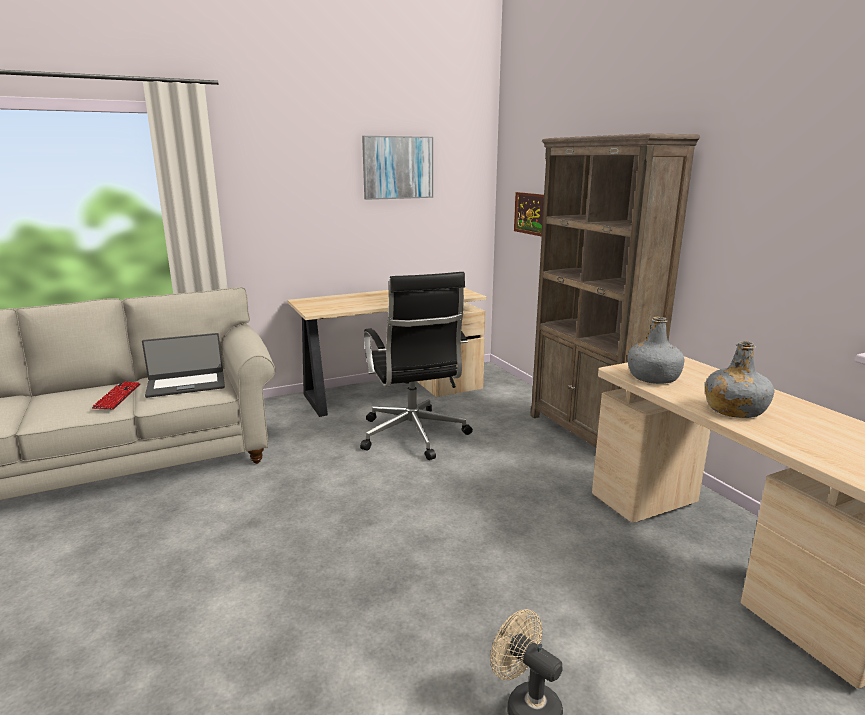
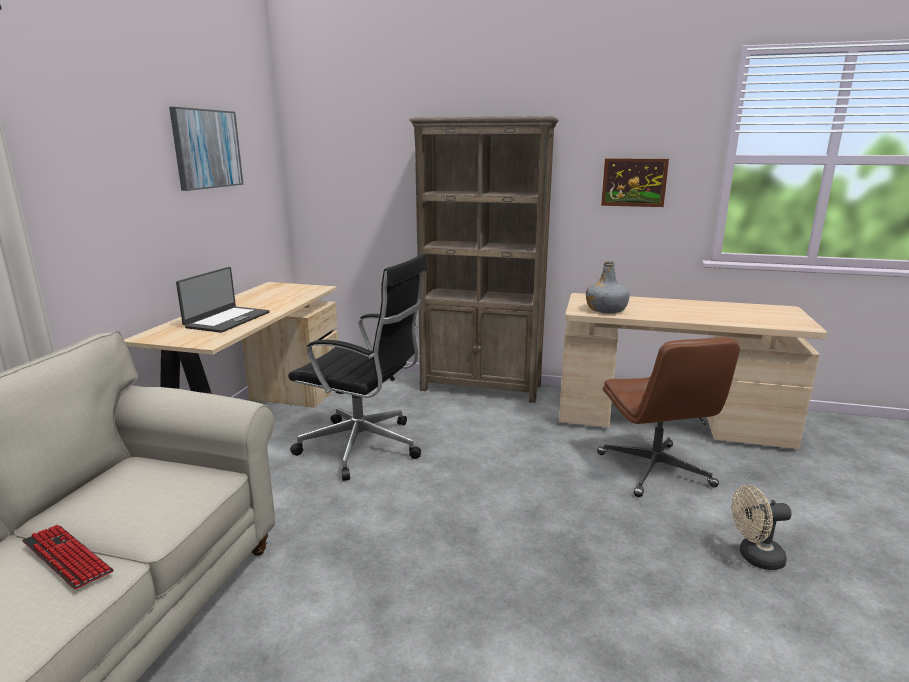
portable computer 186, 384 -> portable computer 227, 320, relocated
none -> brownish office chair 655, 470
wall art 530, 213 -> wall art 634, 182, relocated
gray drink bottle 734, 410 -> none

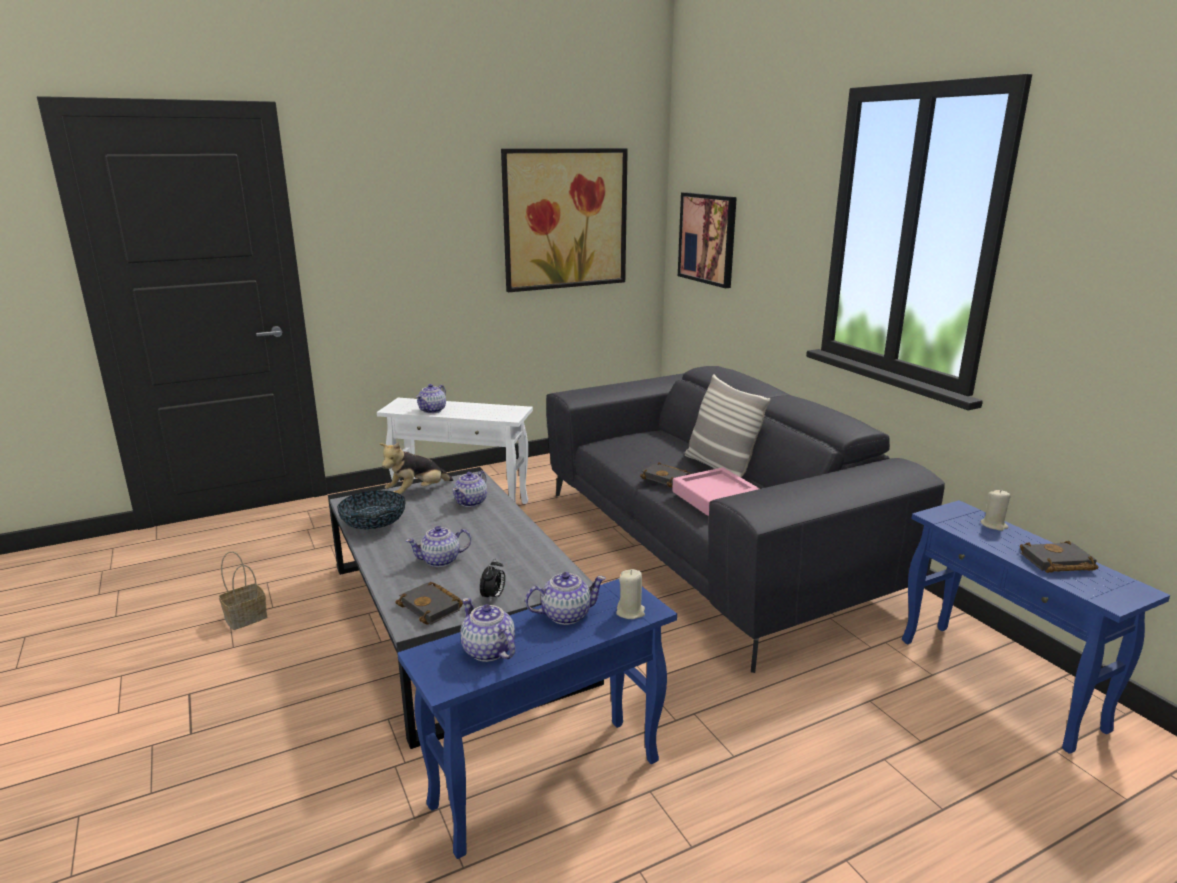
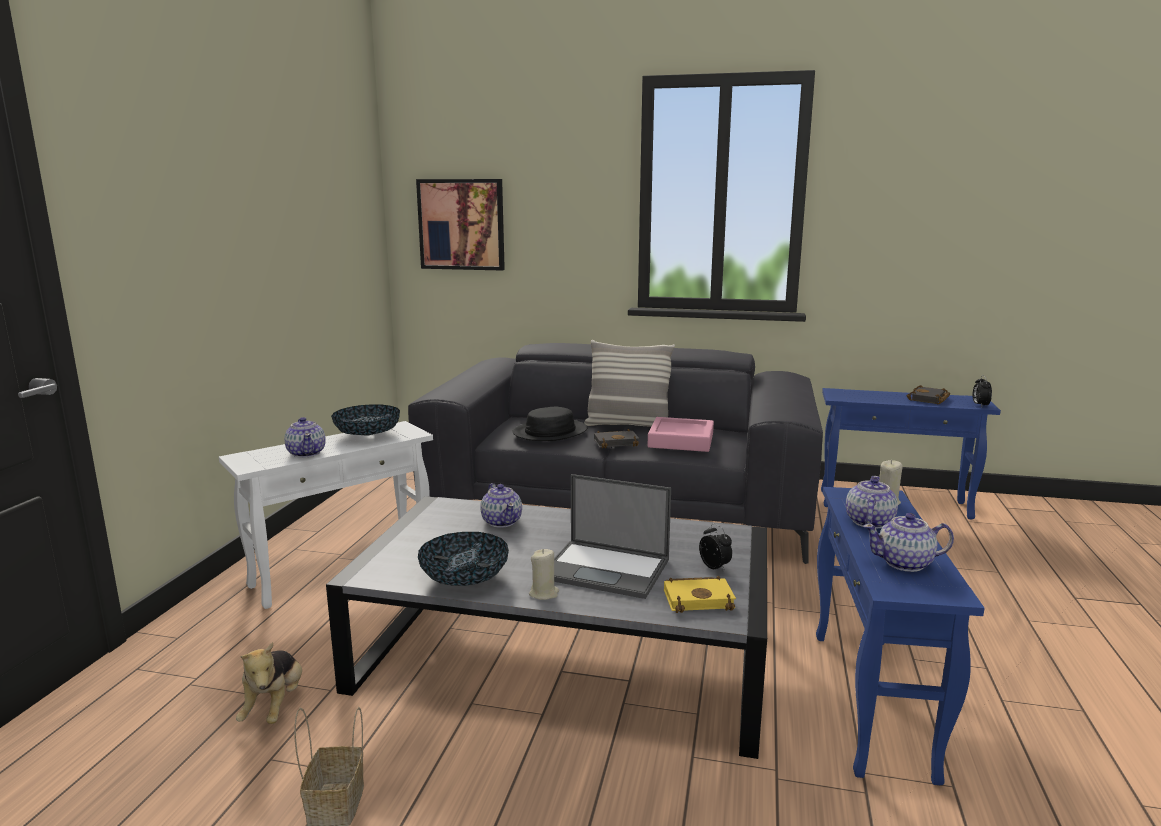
soft toy 417, 493 -> soft toy 275, 706, relocated
none -> deep dish 367, 435
none -> black hat 550, 432
beige candle 994, 525 -> beige candle 544, 593, relocated
tea pot 441, 560 -> portable computer 608, 569
black bound book 433, 607 -> yellow bound book 699, 598
none -> alarm clock 980, 405
wall art 565, 219 -> none

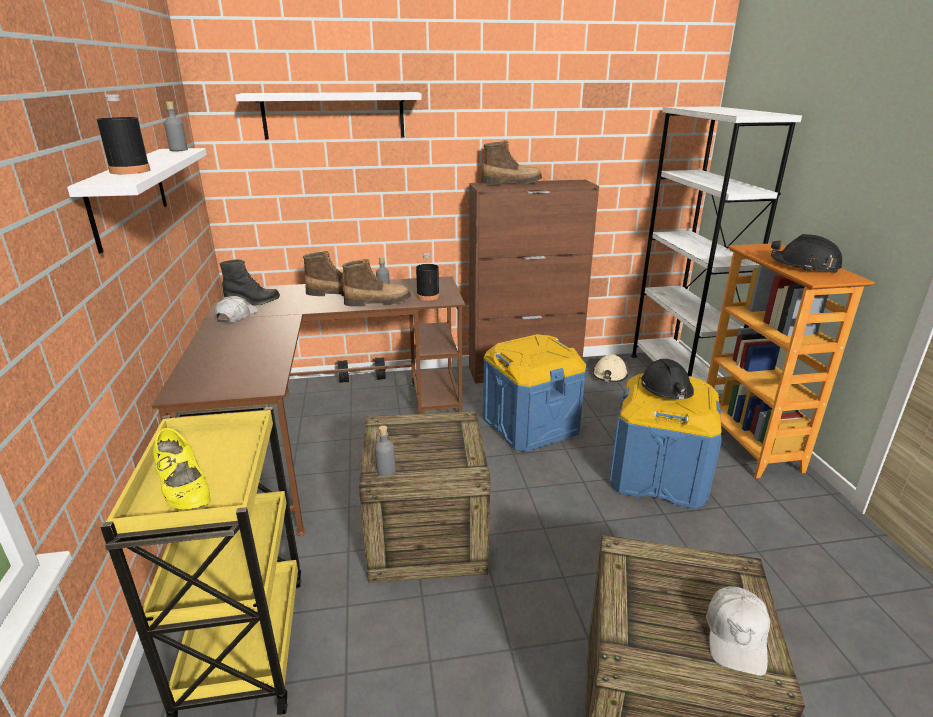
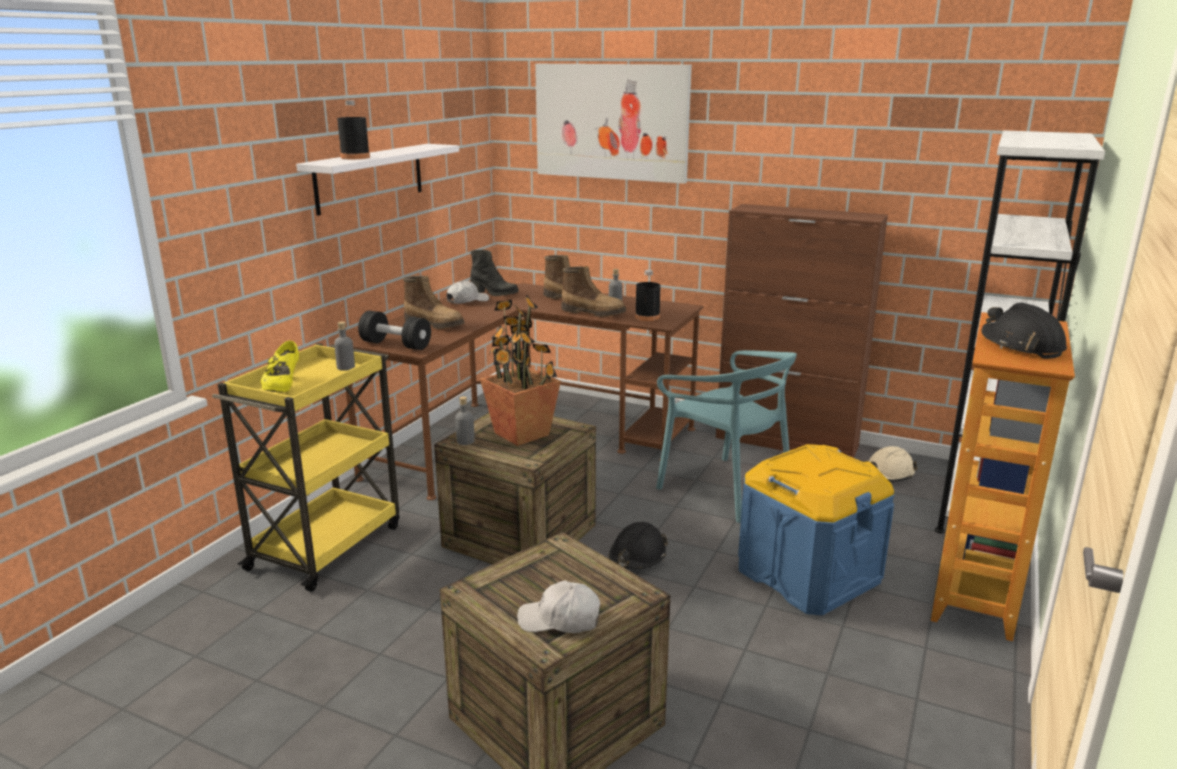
gray drink bottle 178, 150 -> gray drink bottle 346, 367, relocated
black free weight 362, 379 -> black free weight 396, 345, relocated
high-top boot 511, 183 -> high-top boot 435, 324, relocated
none -> houseplant 521, 434
white peaked cap 736, 637 -> white peaked cap 560, 620, 45 degrees clockwise
white shelf 333, 115 -> wall art 611, 122
black safety helmet 666, 389 -> black safety helmet 637, 557, relocated
bluish storage bin 530, 425 -> turquoise-coloured chair 725, 489

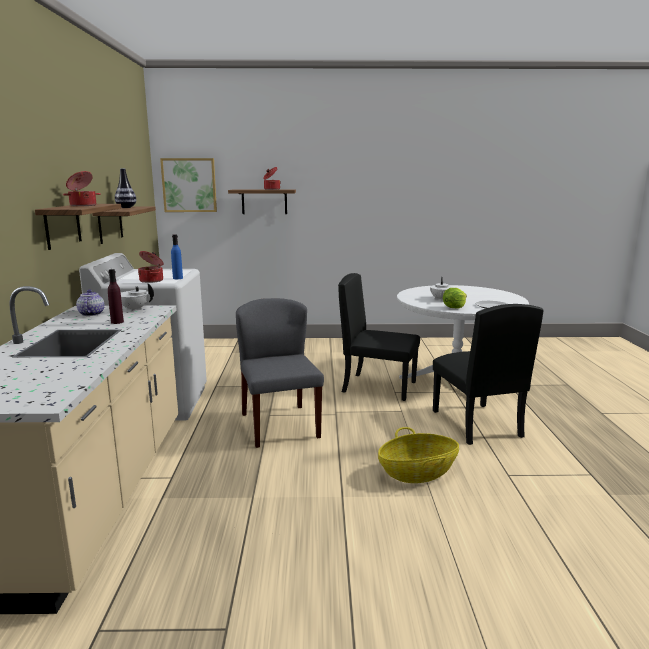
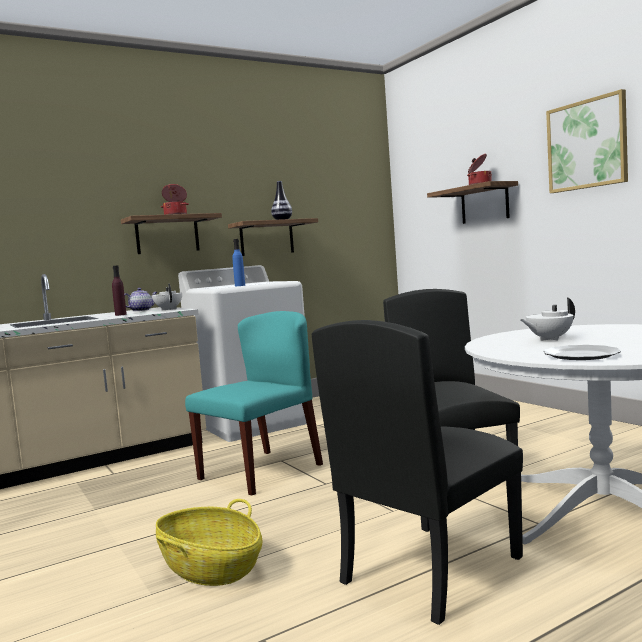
gray chair 279, 425 -> turquoise-coloured chair 261, 471
wall art 189, 185 -> wall art 587, 144, relocated
saucepot 152, 280 -> none
head of lettuce 454, 307 -> none

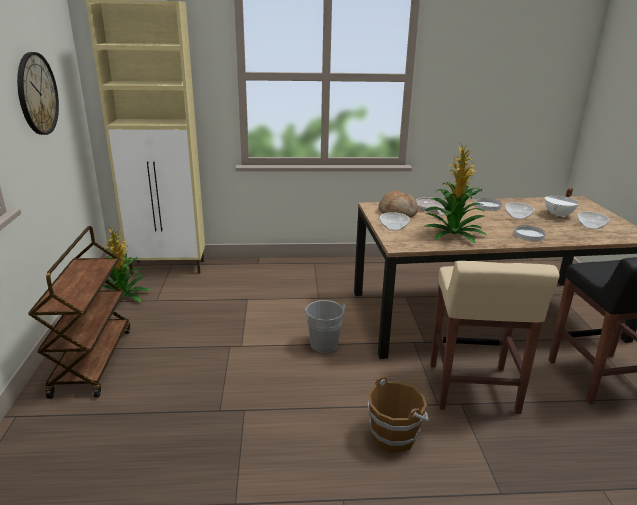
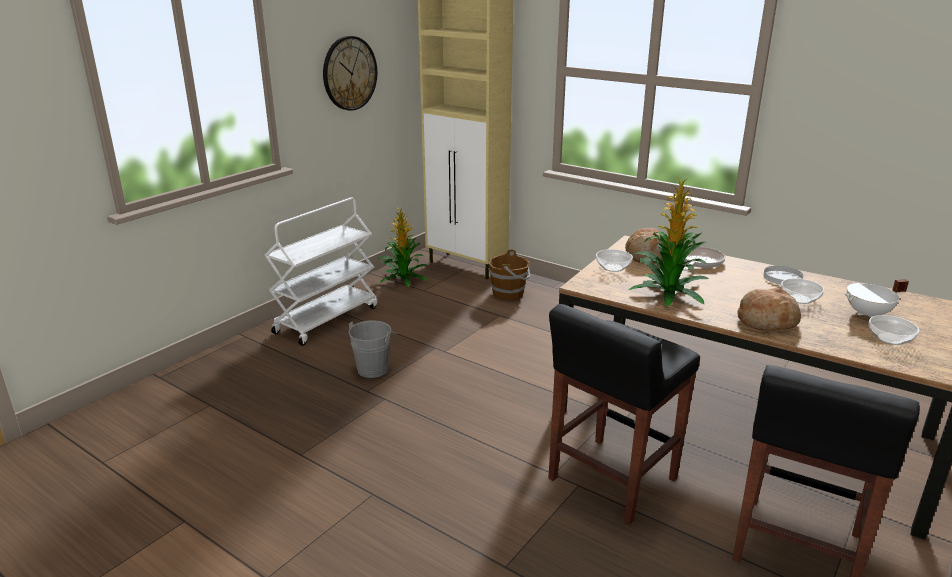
brownish cart 92, 361 -> white cart 326, 319
gray water bucket 323, 342 -> gray water bucket 374, 368, relocated
brownish water bucket 394, 436 -> brownish water bucket 509, 293, relocated
beige stool seat 472, 389 -> black stool seat 611, 480
white dinner plate 529, 235 -> baked bread 767, 320

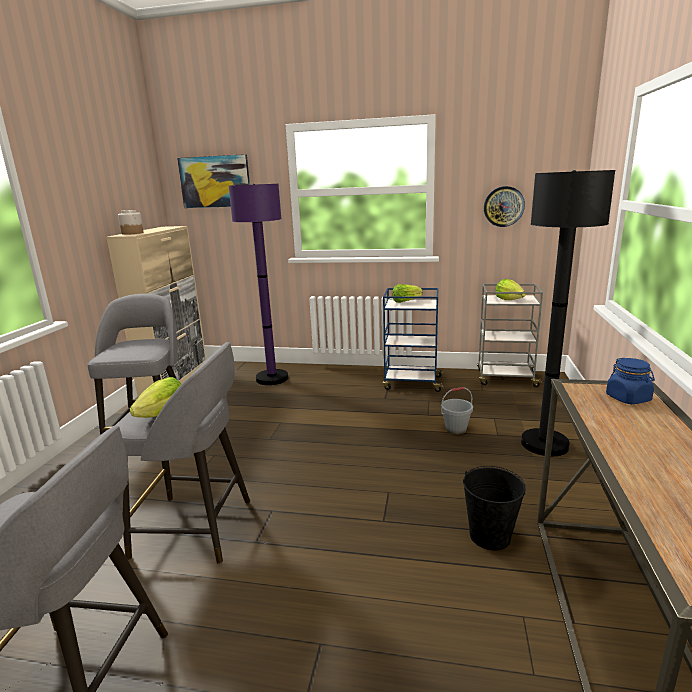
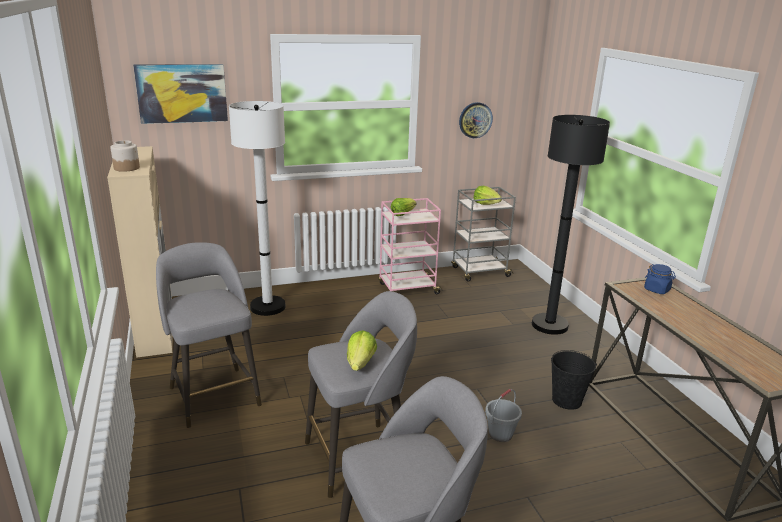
purplish floor lamp 272, 378 -> white floor lamp 267, 307
bluish cart 411, 383 -> pink cart 407, 289
gray water bucket 455, 429 -> gray water bucket 500, 434, relocated

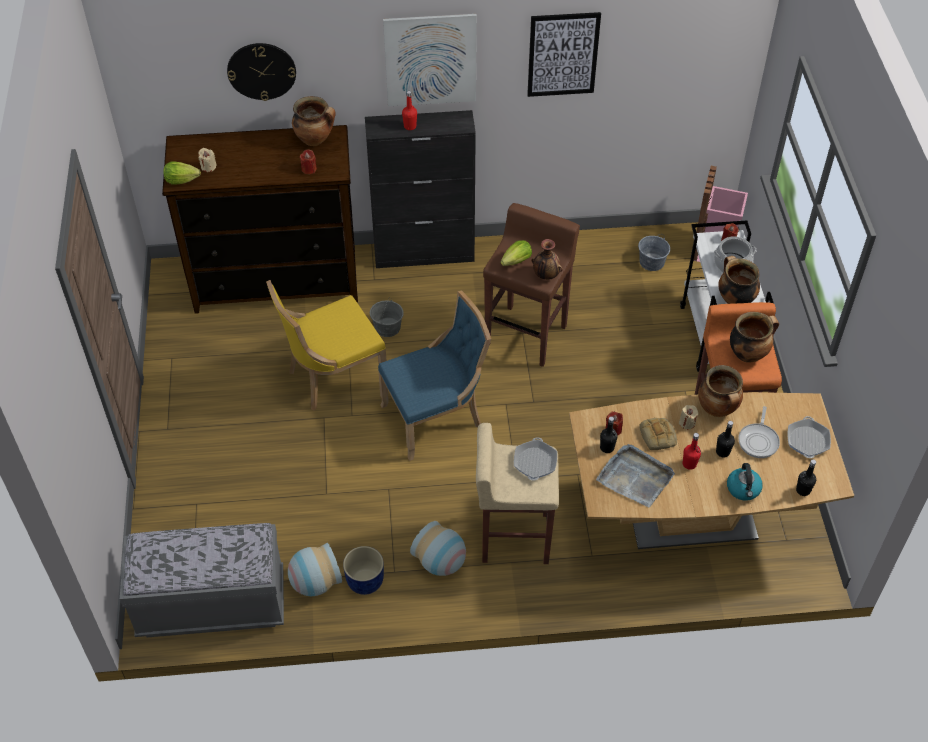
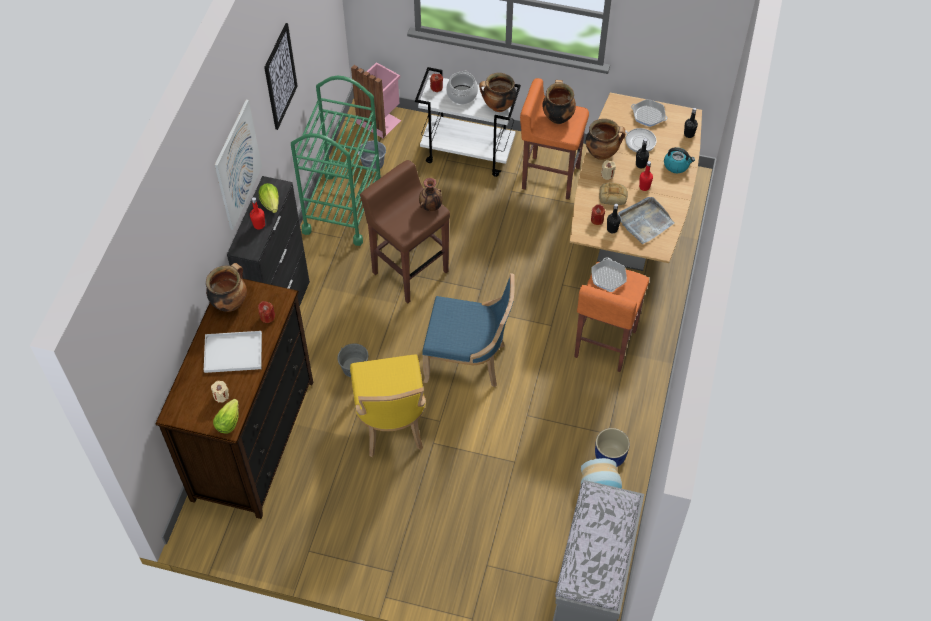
none -> white serving tray 234, 352
head of lettuce 516, 261 -> head of lettuce 271, 203, relocated
none -> green cart 343, 208
bluish chair 436, 417 -> bluish chair 468, 361, 105 degrees clockwise
beige stool seat 514, 537 -> orange stool seat 604, 344
frying pan 535, 462 -> frying pan 608, 277, 120 degrees counterclockwise
wall clock 261, 71 -> none
vase 441, 563 -> none

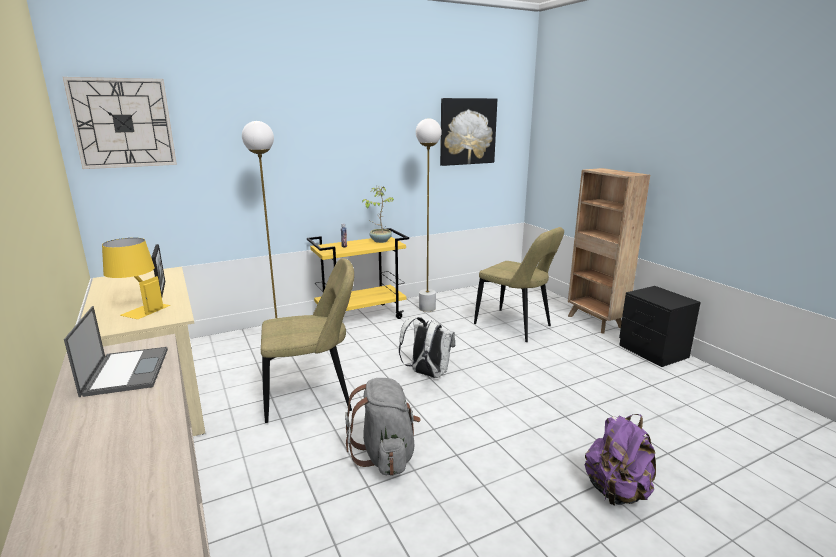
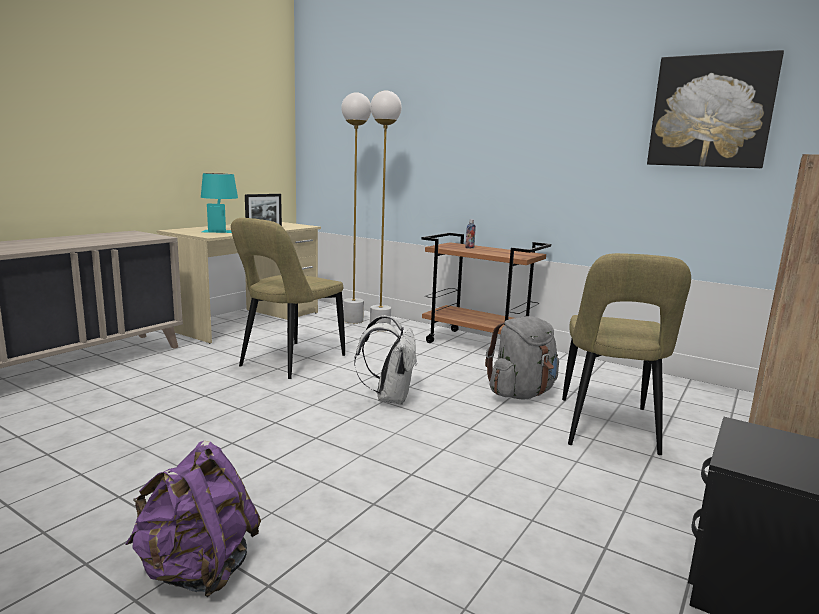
yellow tabletop lamp 139, 309 -> turquoise-coloured tabletop lamp 220, 230
beige chair 312, 398 -> beige chair 289, 362, 75 degrees clockwise
white floor lamp 427, 308 -> white floor lamp 353, 321, relocated
yellow cart 361, 317 -> brownish cart 479, 344
gray rucksack 386, 455 -> gray rucksack 521, 393, relocated
wall clock 123, 123 -> none
portable computer 126, 371 -> none
houseplant 380, 241 -> none

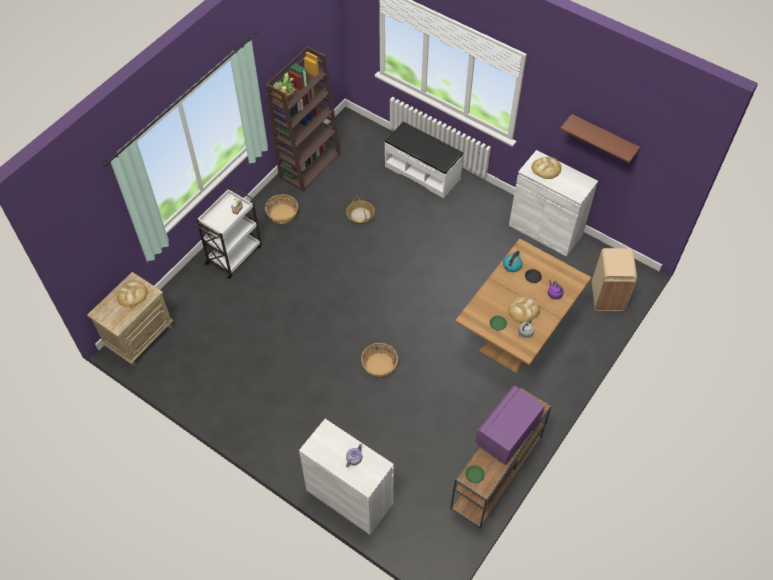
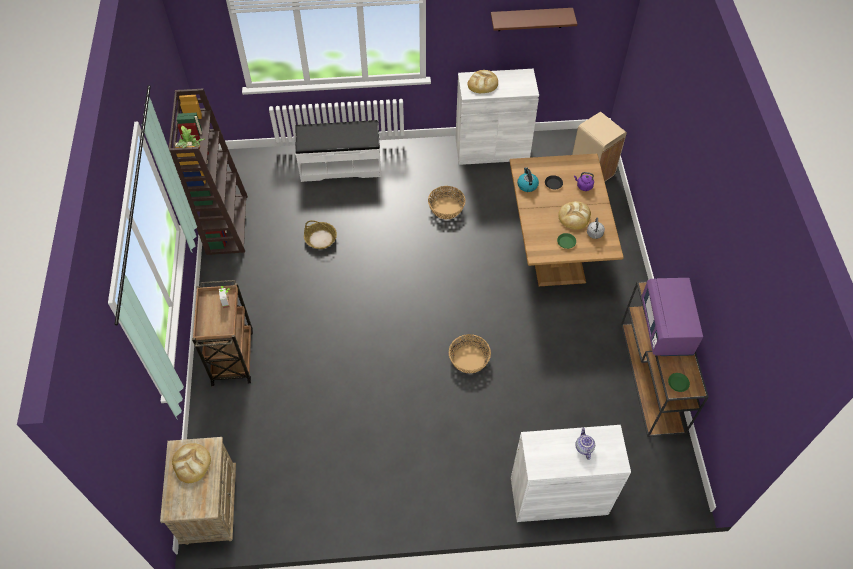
white cart 235, 254 -> brownish cart 232, 356
storage basket 283, 214 -> storage basket 446, 208, relocated

